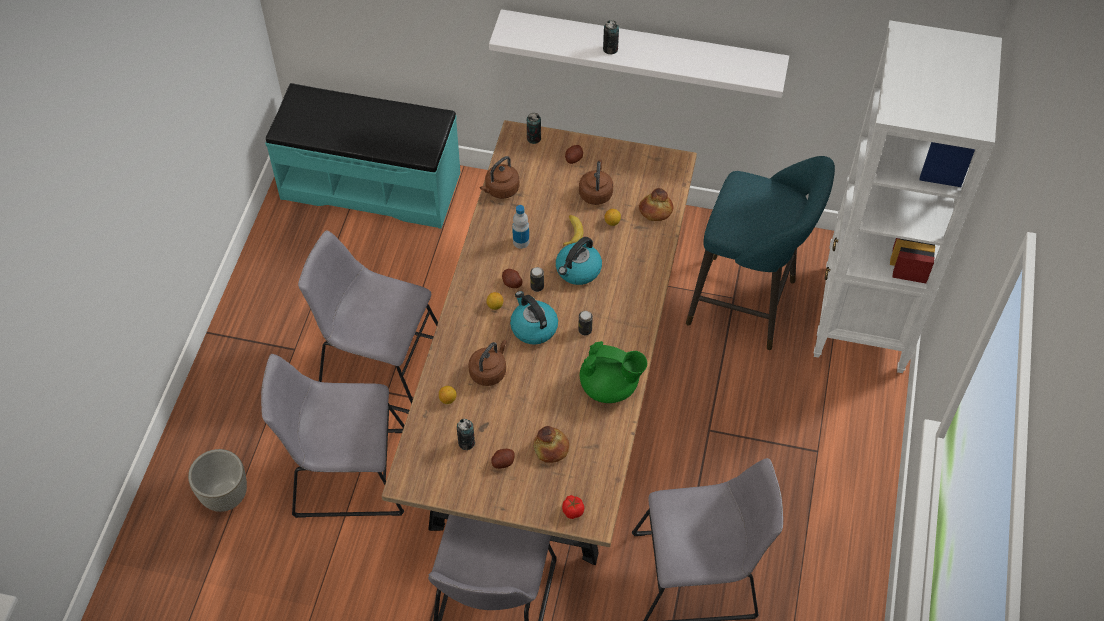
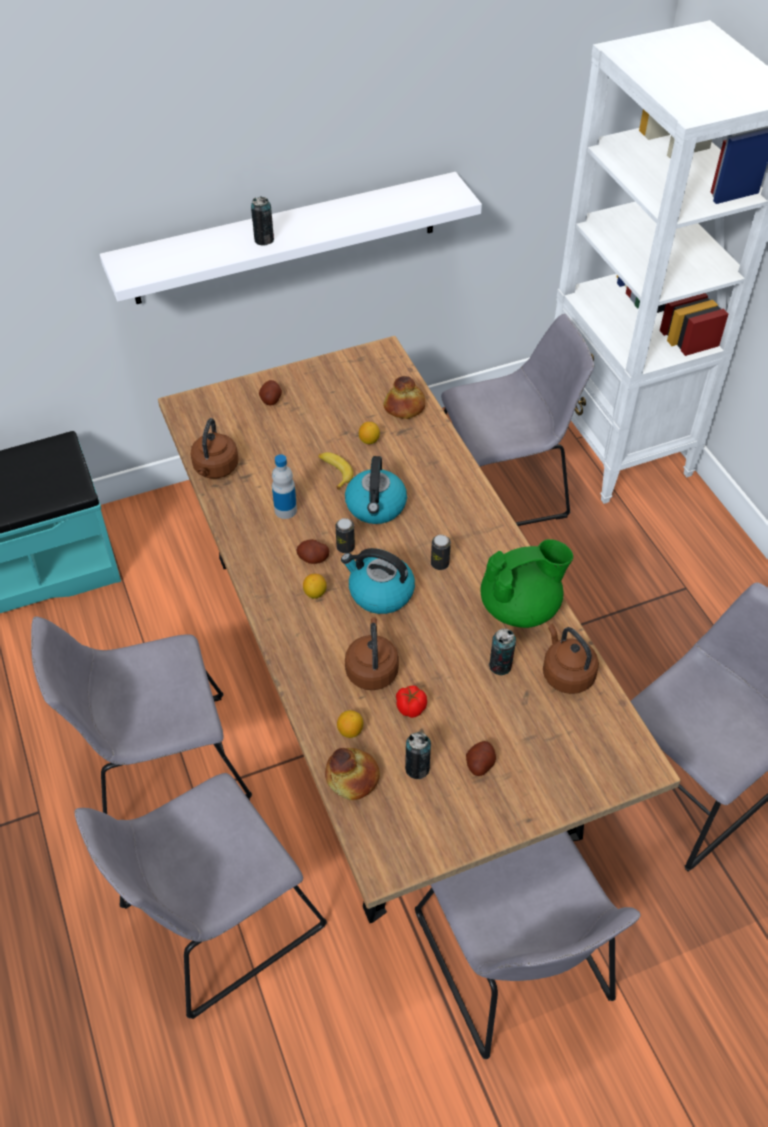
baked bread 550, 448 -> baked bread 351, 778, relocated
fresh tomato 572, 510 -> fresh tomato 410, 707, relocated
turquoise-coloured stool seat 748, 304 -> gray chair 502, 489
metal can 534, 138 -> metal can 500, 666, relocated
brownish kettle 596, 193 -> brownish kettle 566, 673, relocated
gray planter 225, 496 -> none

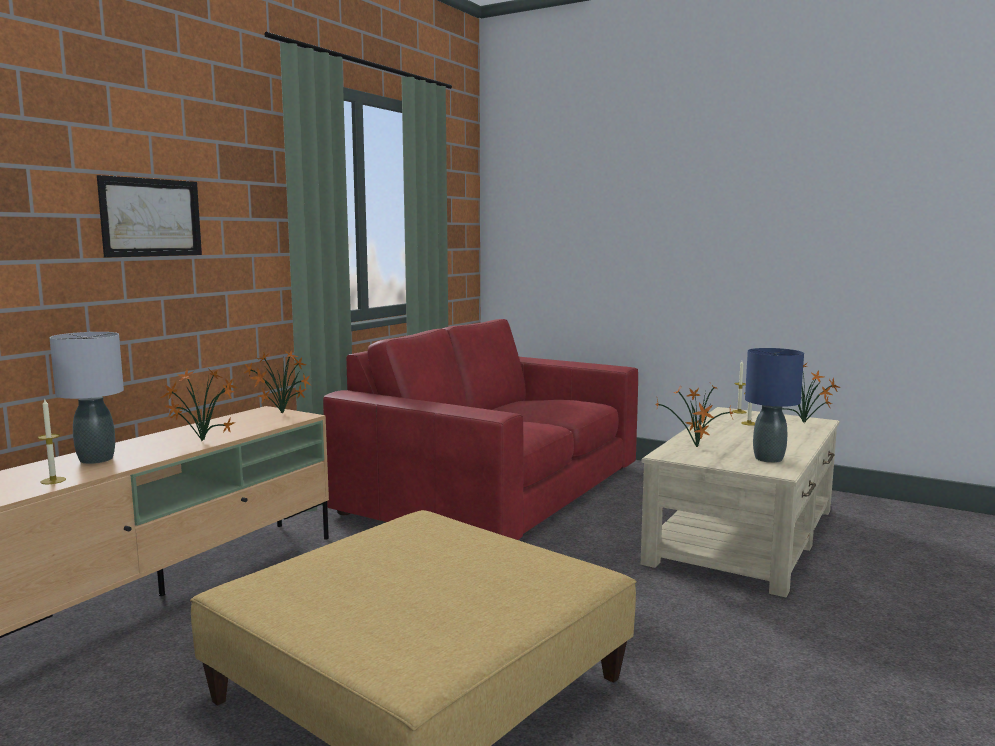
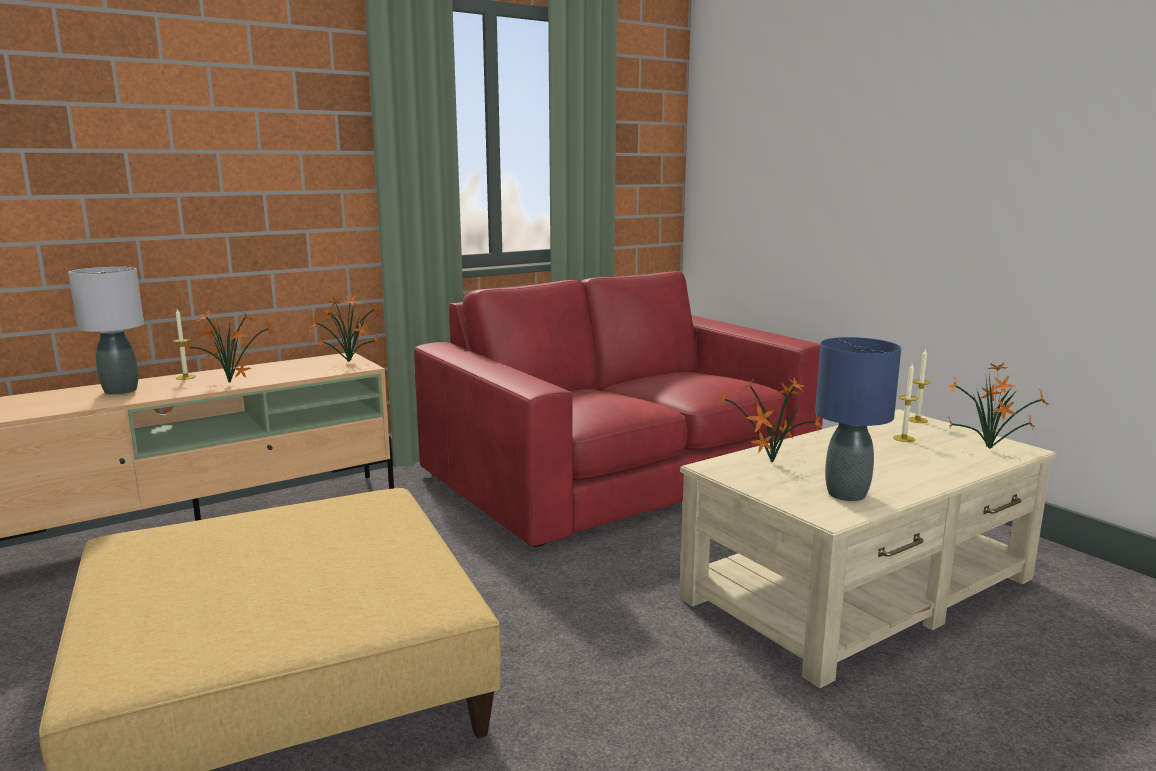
candle 53, 480 -> candle 186, 377, relocated
wall art 151, 217 -> none

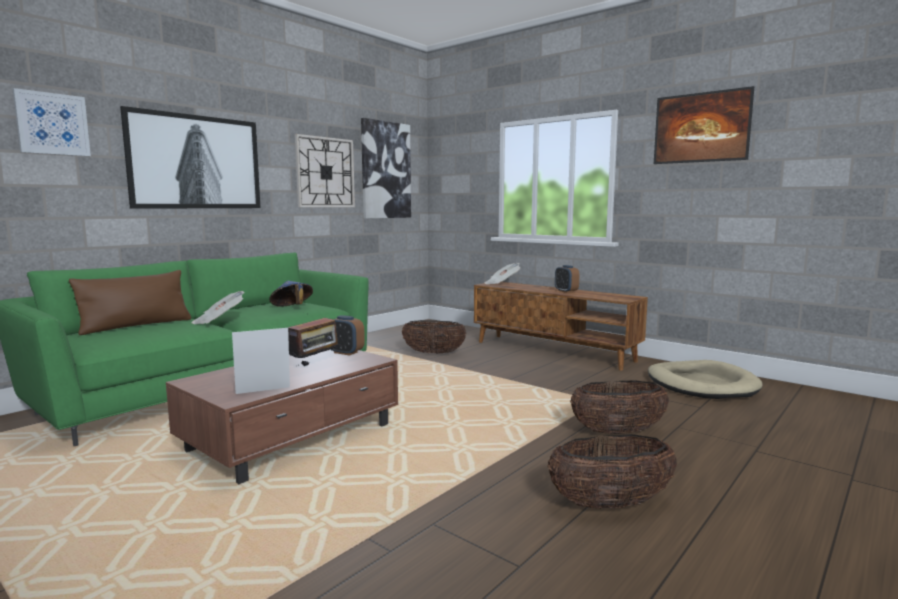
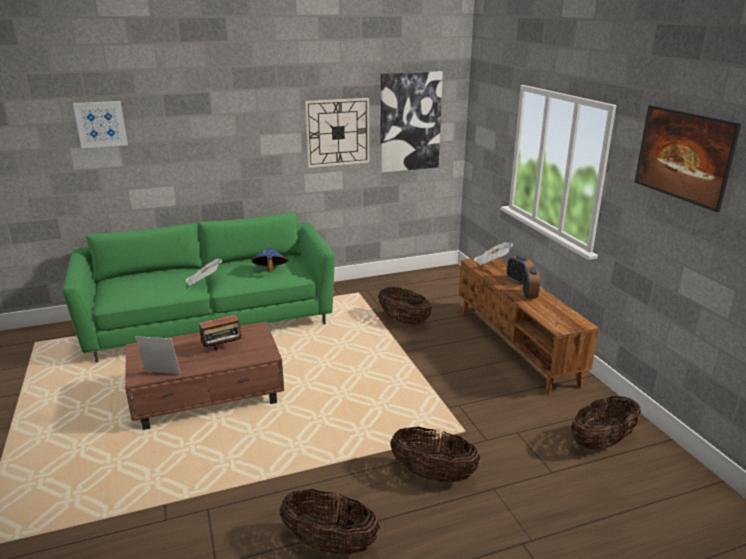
alarm clock 345, 352 -> alarm clock 518, 281, relocated
beige pet bed 701, 384 -> storage basket 602, 442
brownish cushion 136, 326 -> none
wall art 196, 162 -> none

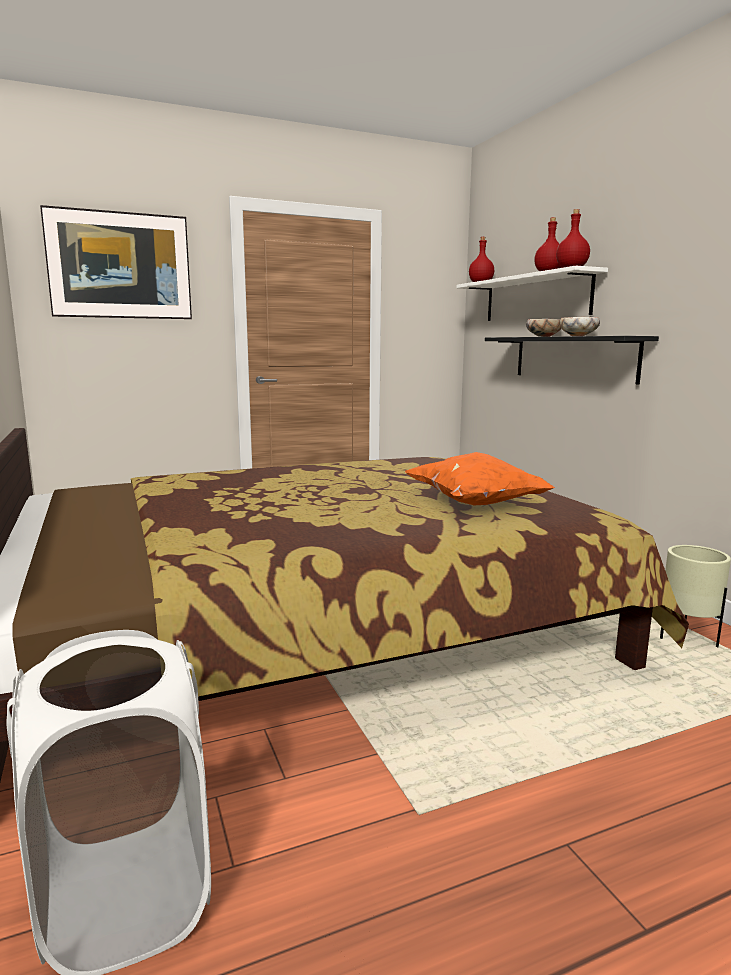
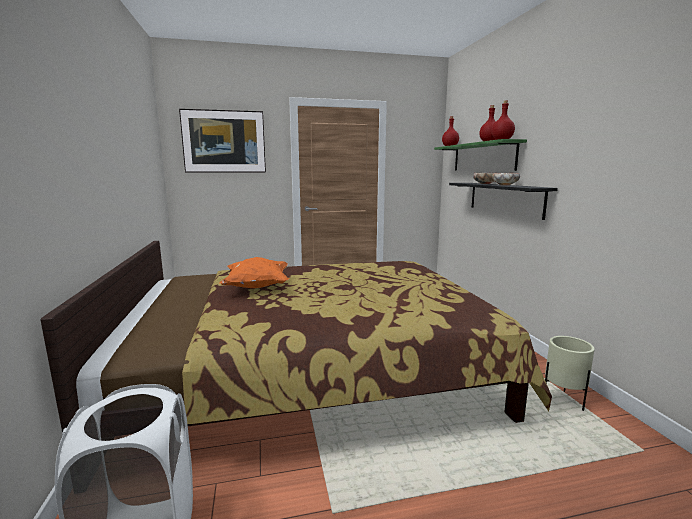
orange cushion 476, 504 -> orange cushion 257, 287, relocated
white shelf 535, 298 -> green shelf 483, 157

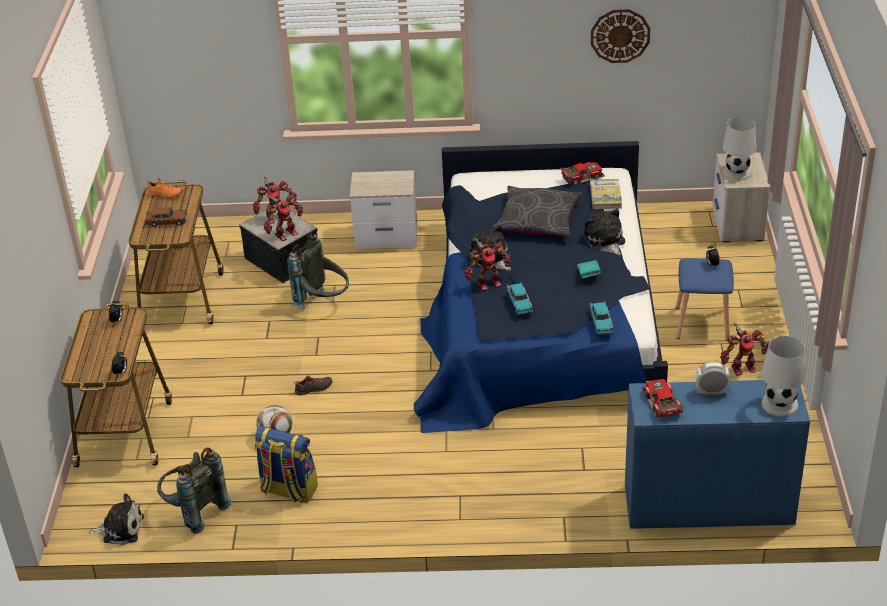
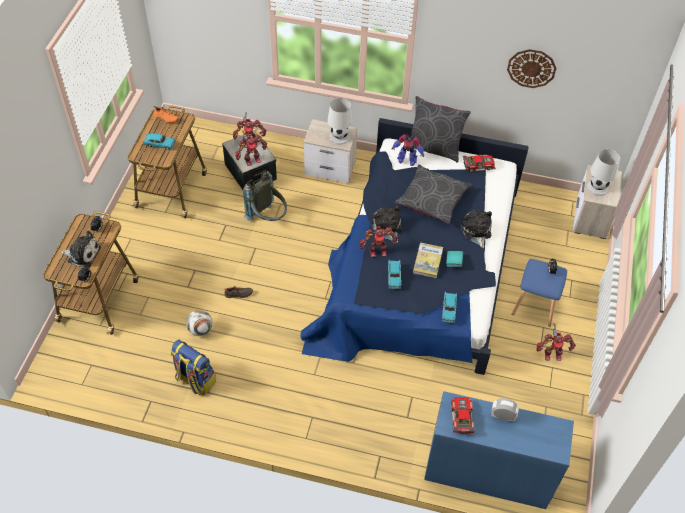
soft toy 120, 529 -> soft toy 82, 254, relocated
brownish miniature car 166, 222 -> turquoise-coloured miniature car 159, 144
white tabletop lamp 779, 403 -> white tabletop lamp 339, 136, relocated
none -> model robot 406, 160
none -> gray cushion 434, 148
bound book 605, 196 -> bound book 427, 261, relocated
gray rucksack 193, 511 -> none

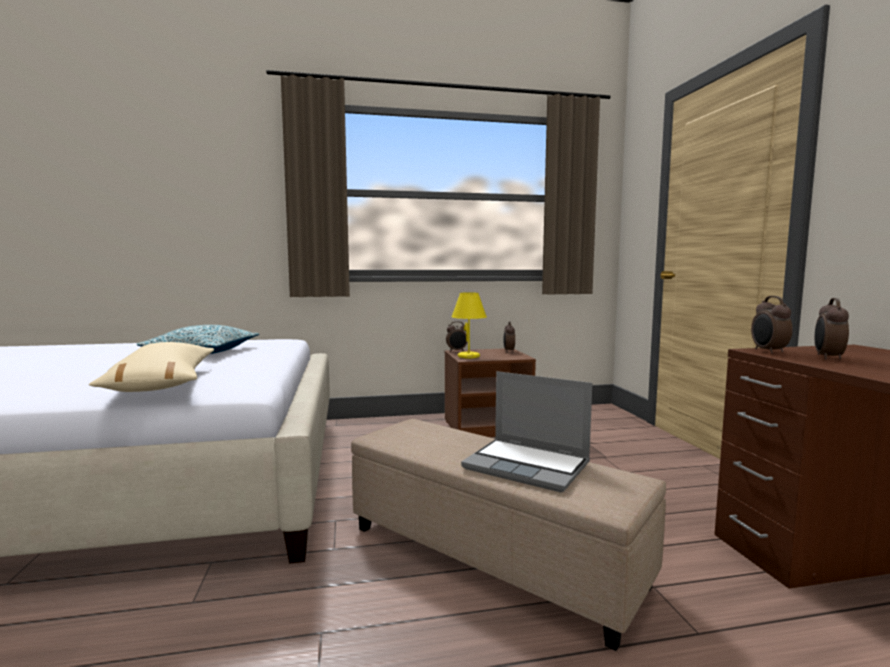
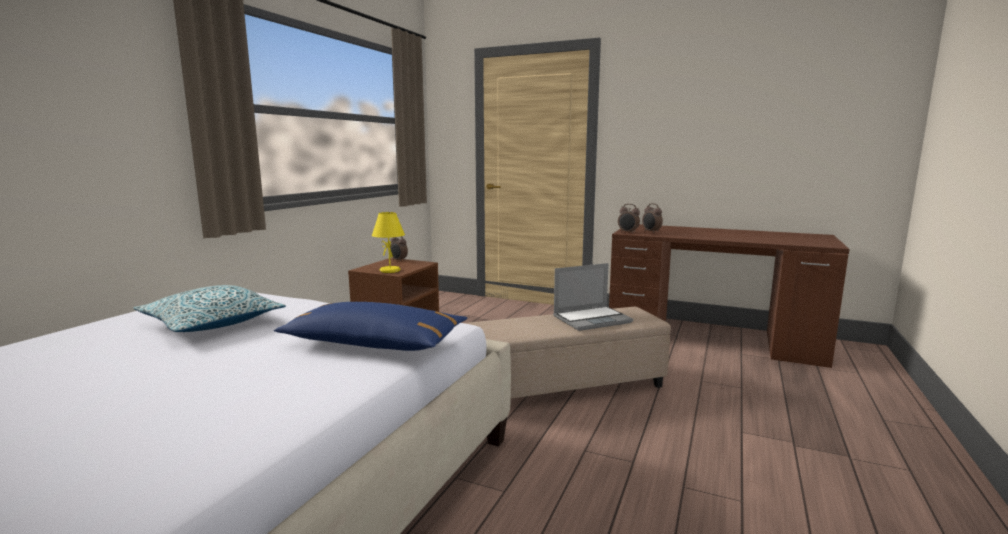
beige cushion 163, 383 -> bluish cushion 374, 343
alarm clock 457, 351 -> none

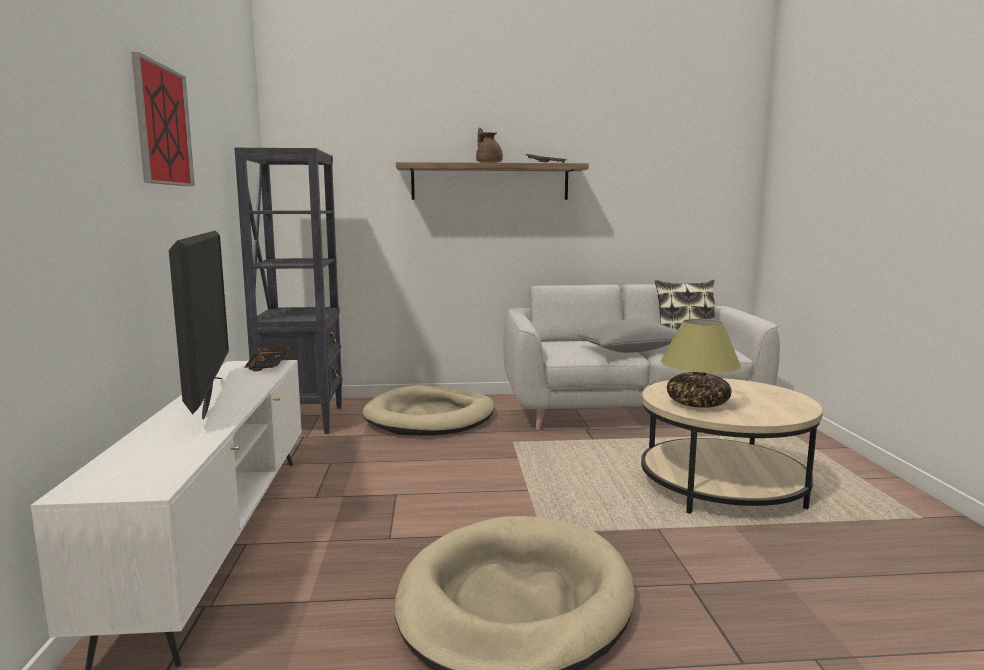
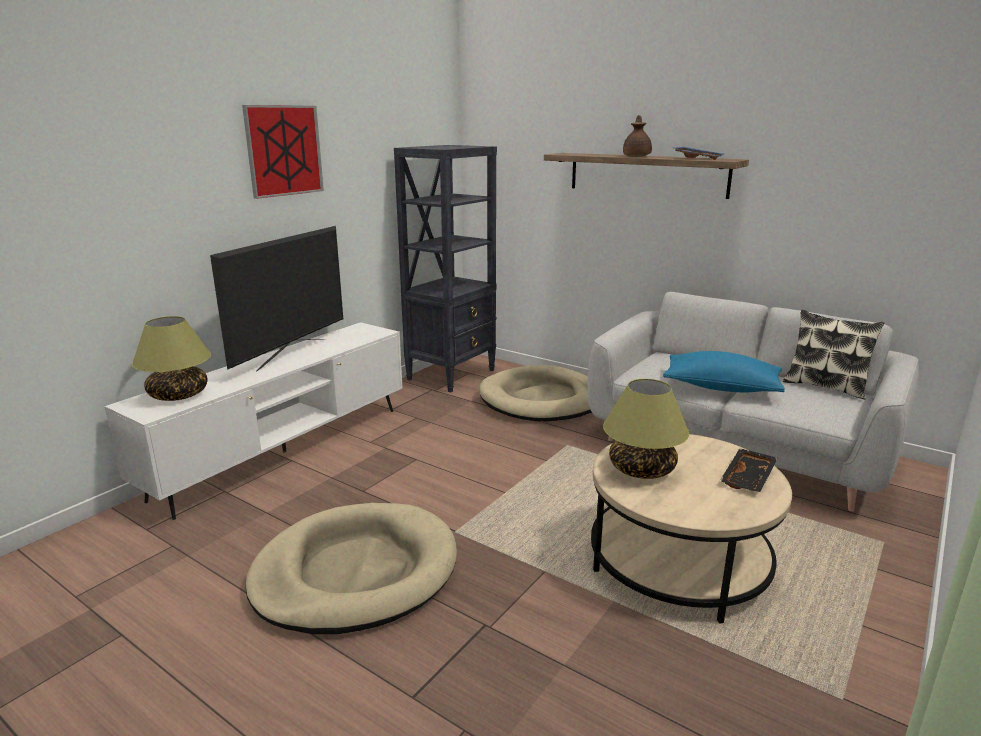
none -> tabletop lamp 178, 395
gray cushion 631, 351 -> bluish cushion 721, 387
black serving tray 268, 365 -> black serving tray 749, 478, relocated

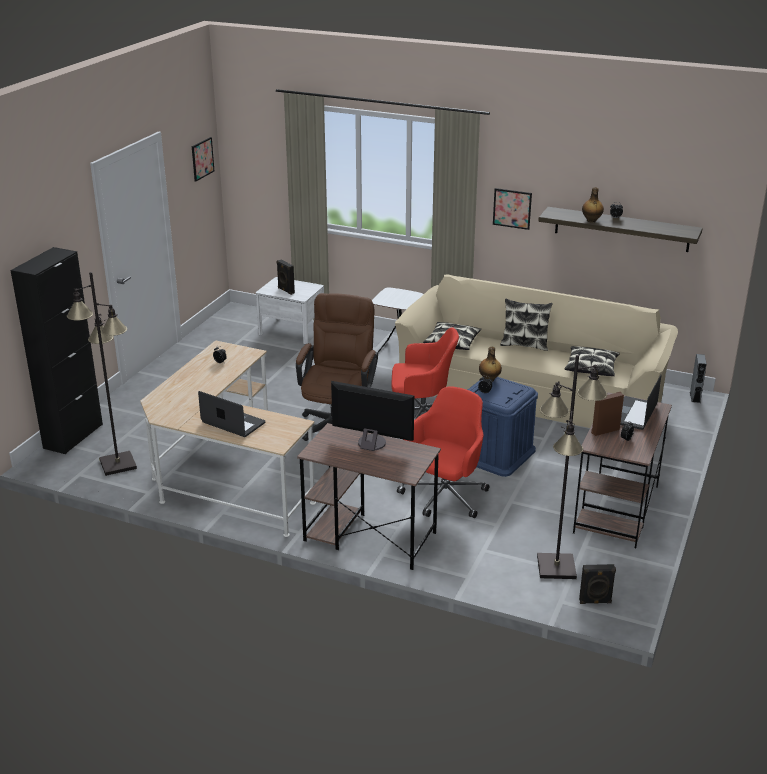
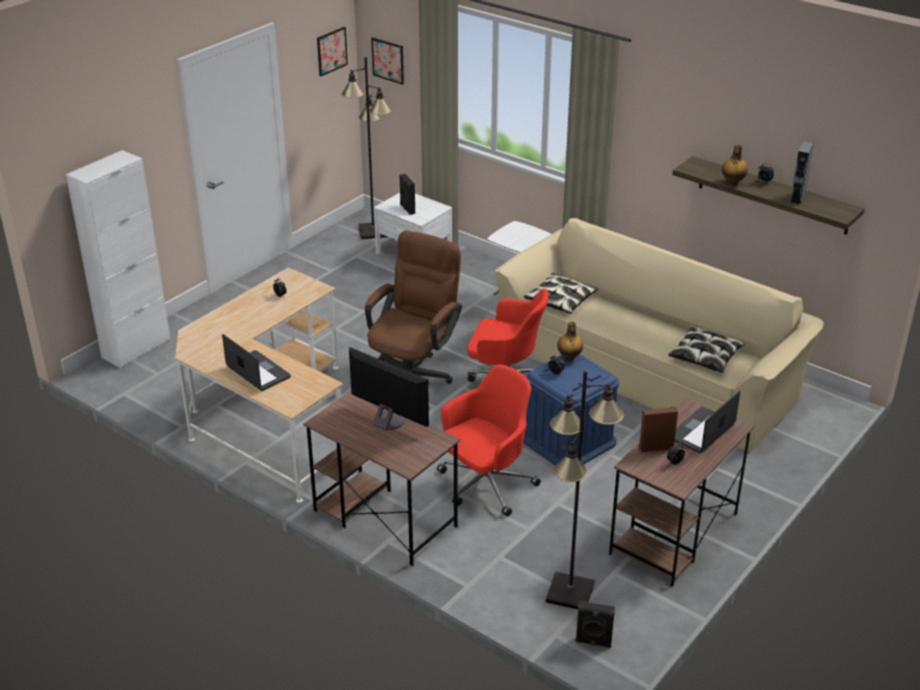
black storage cabinet 73, 436 -> white storage cabinet 136, 348
black floor lamp 117, 464 -> black floor lamp 372, 231, relocated
wall art 512, 208 -> wall art 388, 60, relocated
gray audio speaker 695, 397 -> gray audio speaker 797, 198, relocated
cushion 524, 344 -> none

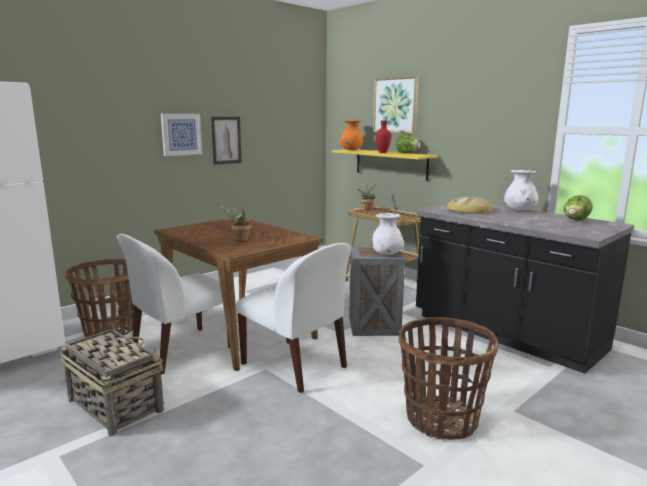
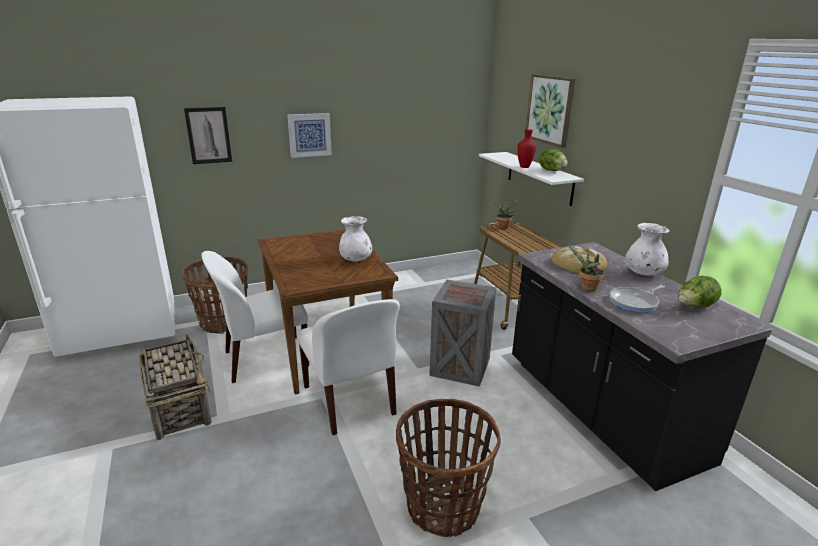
wall art 226, 140 -> wall art 208, 135, relocated
white vase 387, 254 -> white vase 356, 259, relocated
yellow shelf 391, 164 -> white shelf 539, 177
houseplant 239, 240 -> houseplant 586, 288, relocated
none -> frying pan 635, 302
orange vase 351, 150 -> none

